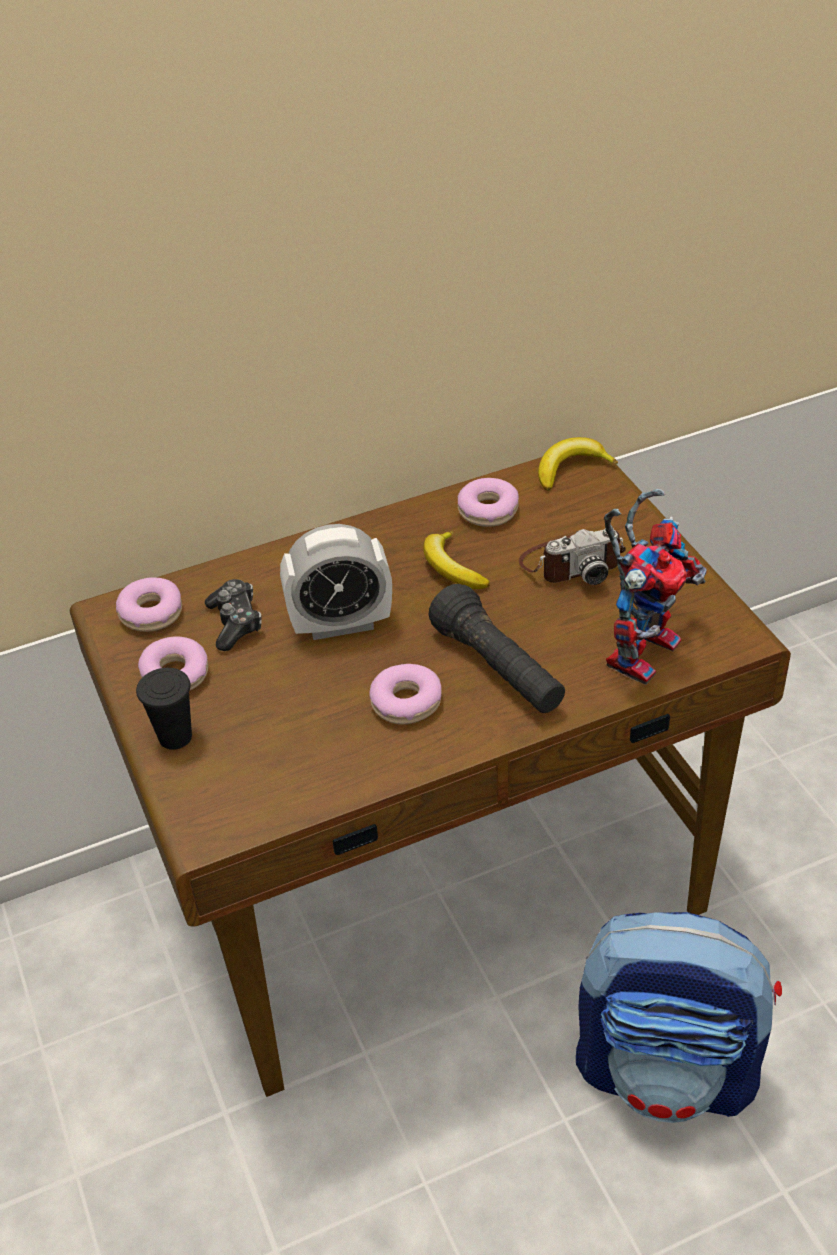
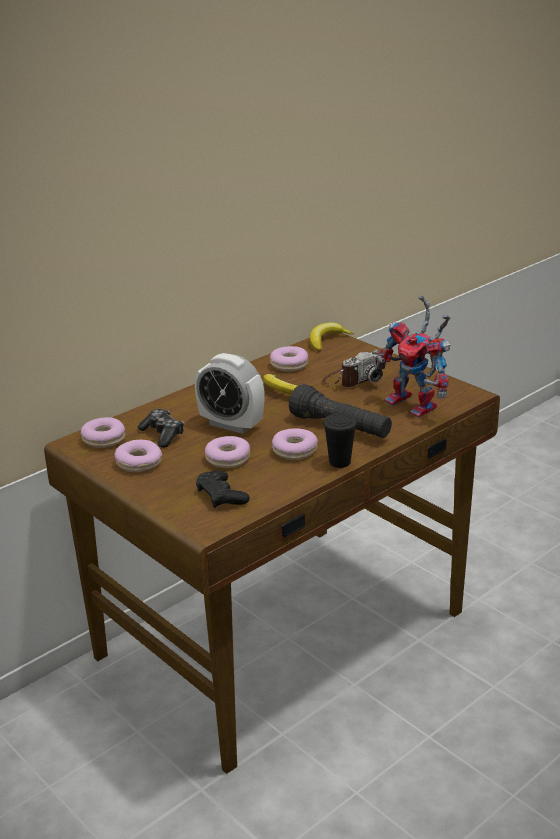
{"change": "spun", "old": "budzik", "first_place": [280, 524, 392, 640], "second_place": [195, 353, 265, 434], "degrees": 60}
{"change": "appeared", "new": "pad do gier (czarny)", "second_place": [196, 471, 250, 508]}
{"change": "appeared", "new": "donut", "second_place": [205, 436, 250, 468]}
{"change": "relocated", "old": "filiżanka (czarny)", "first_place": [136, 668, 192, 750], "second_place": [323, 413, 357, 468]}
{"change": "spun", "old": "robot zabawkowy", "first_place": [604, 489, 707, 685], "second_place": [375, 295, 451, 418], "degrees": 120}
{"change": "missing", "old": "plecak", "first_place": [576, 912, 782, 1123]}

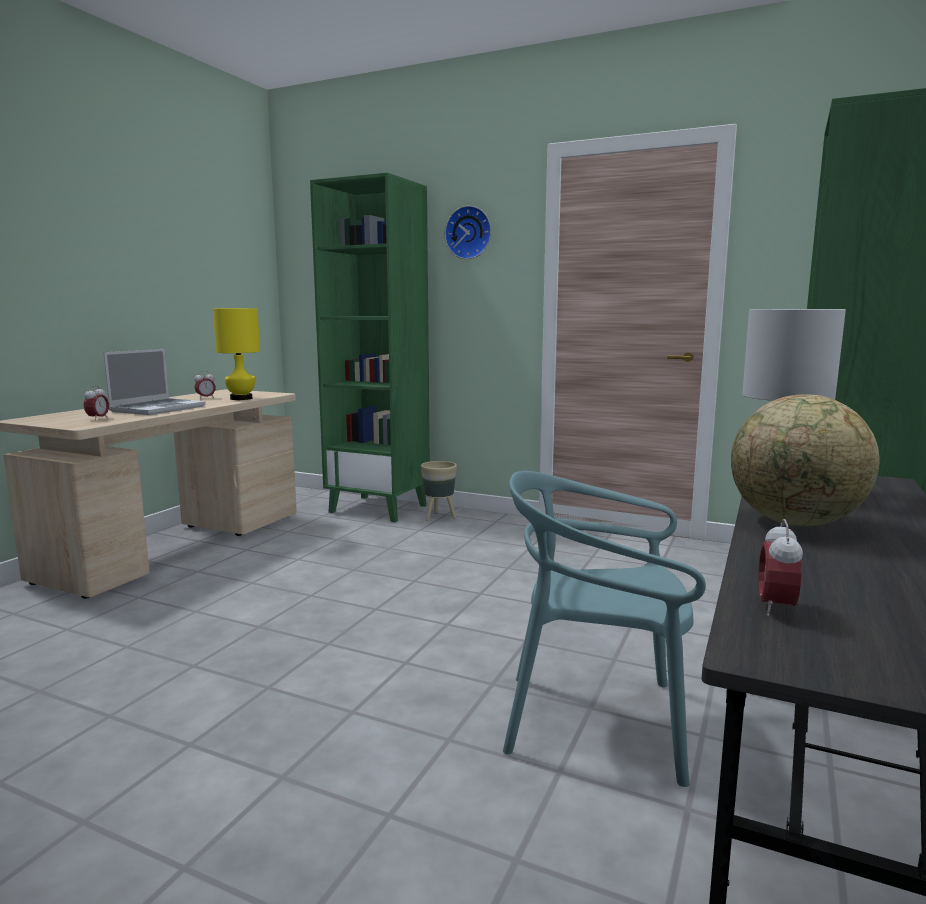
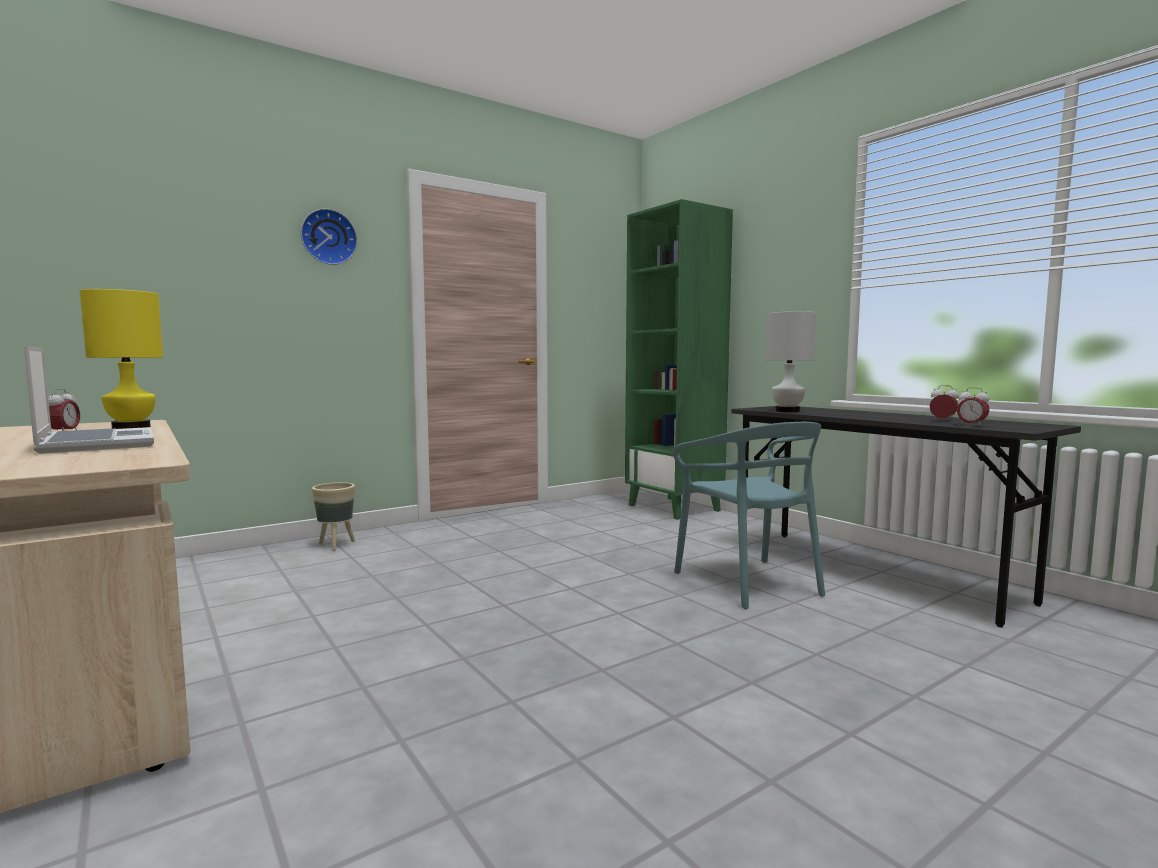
{"change": "spun", "old": "krzesło (turkusowy)", "first_place": [503, 471, 706, 787], "second_place": [673, 422, 825, 609], "degrees": -60}
{"change": "relocated", "old": "budzik", "first_place": [84, 385, 109, 421], "second_place": [930, 385, 959, 421]}
{"change": "missing", "old": "regał (zielony)", "first_place": [310, 172, 430, 522]}
{"change": "missing", "old": "globus", "first_place": [731, 394, 880, 526]}

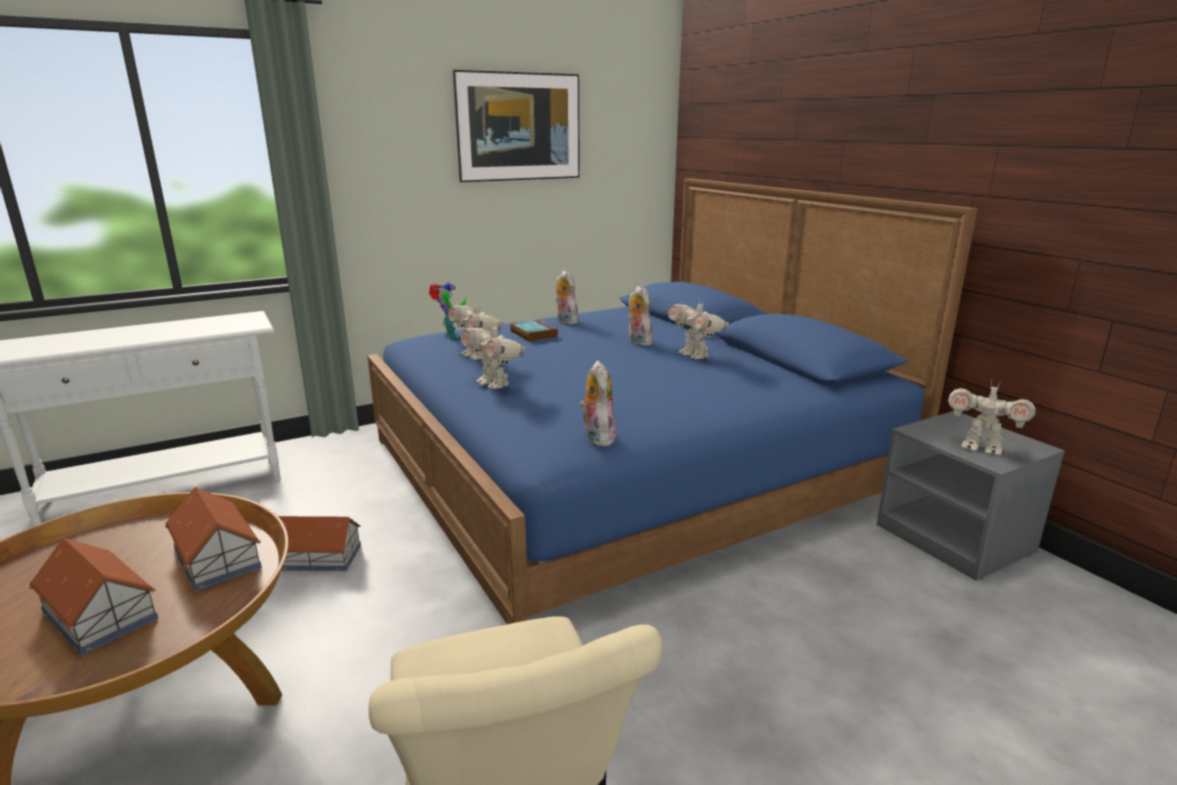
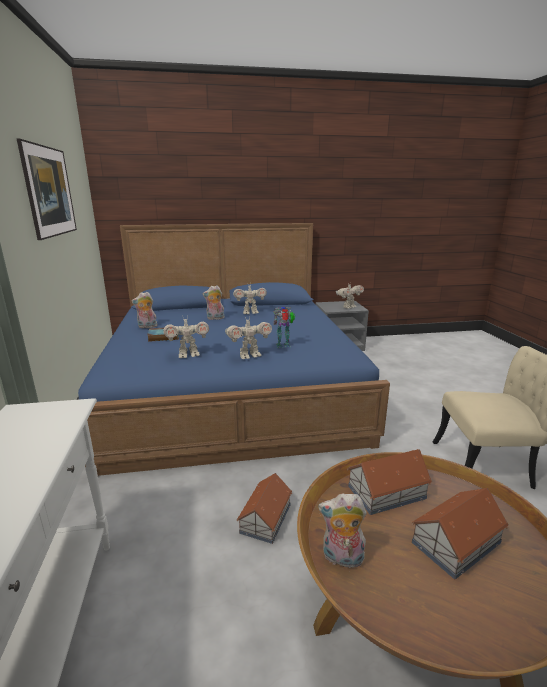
{"change": "relocated", "old": "robot zabawkowy", "first_place": [429, 282, 466, 341], "second_place": [274, 307, 295, 348]}
{"change": "relocated", "old": "pluszak", "first_place": [579, 360, 616, 446], "second_place": [318, 493, 367, 568]}

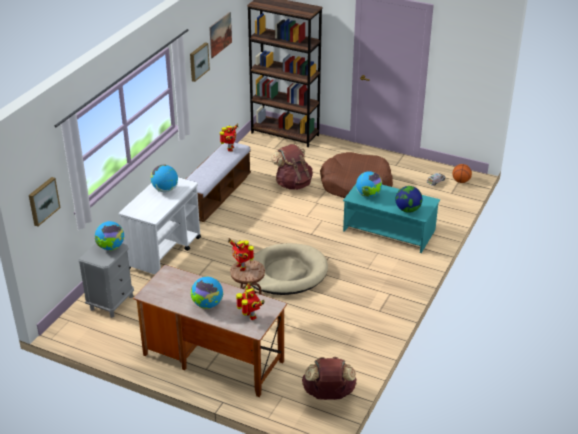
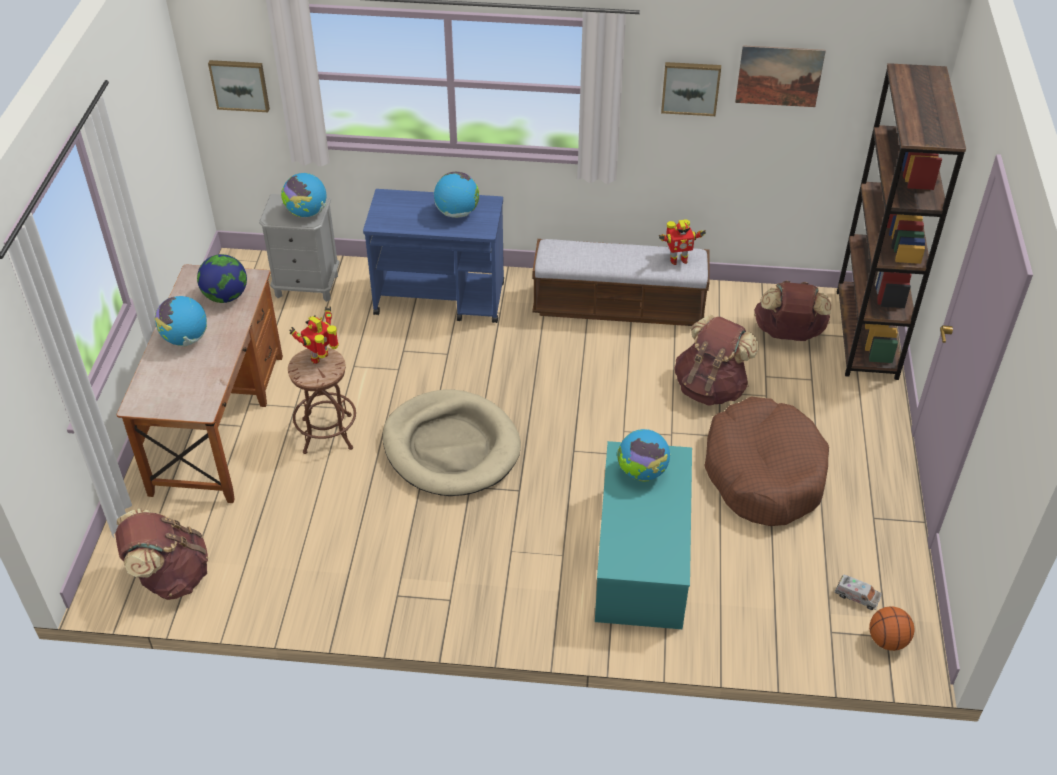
{"change": "relocated", "old": "globus", "first_place": [395, 186, 422, 213], "second_place": [197, 254, 247, 303]}
{"change": "colour", "old": "wózek (biały)", "new": "wózek (niebieski)", "first_place": [119, 177, 201, 274], "second_place": [363, 189, 504, 323]}
{"change": "appeared", "new": "plecak (brązowy)", "second_place": [754, 281, 832, 341]}
{"change": "missing", "old": "robot zabawkowy", "first_place": [236, 281, 265, 320]}

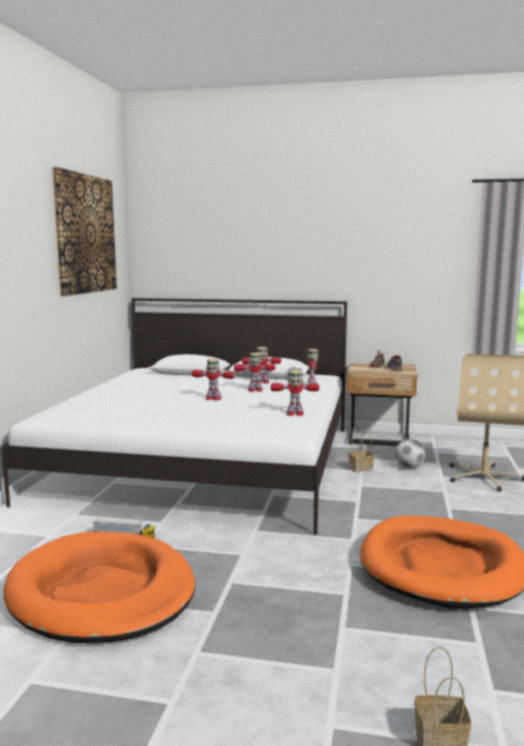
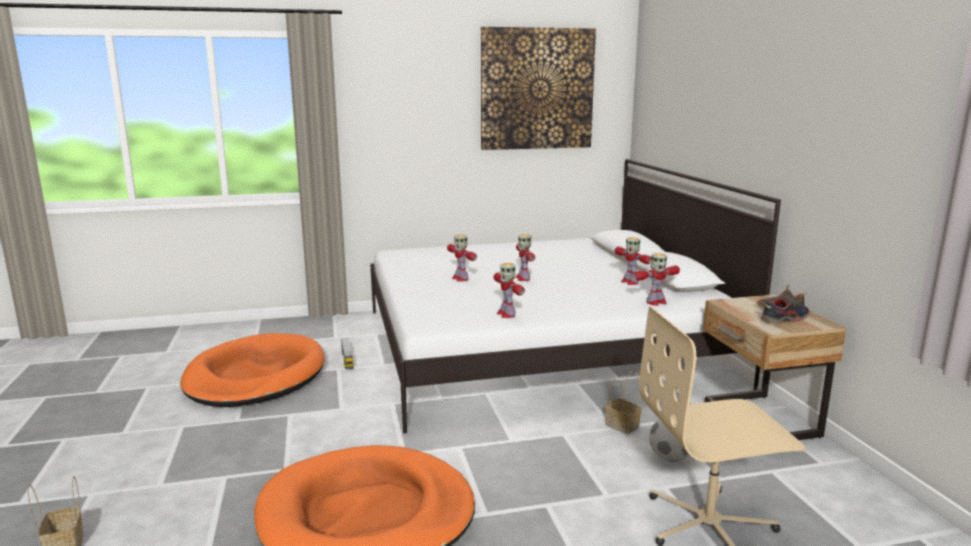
{"change": "relocated", "old": "robot zabawkowy", "first_place": [234, 353, 276, 392], "second_place": [447, 235, 477, 281]}

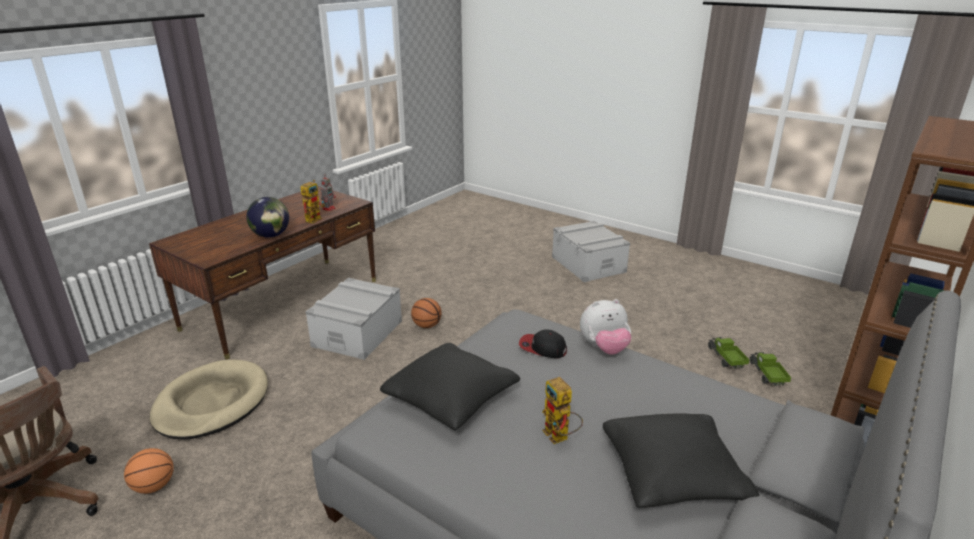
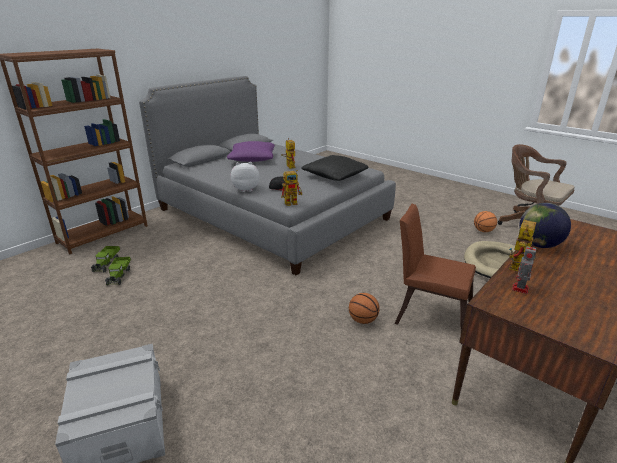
{"change": "colour", "old": "poduszka (czarny)", "new": "poduszka (fioletowy)", "first_place": [603, 414, 759, 508], "second_place": [227, 141, 275, 162]}
{"change": "appeared", "new": "robot zabawkowy", "second_place": [281, 170, 302, 206]}
{"change": "exchanged", "old": "pojemnik do przechowywania (szary)", "new": "krzesło (brązowy)", "first_place": [305, 278, 402, 360], "second_place": [394, 204, 476, 331]}

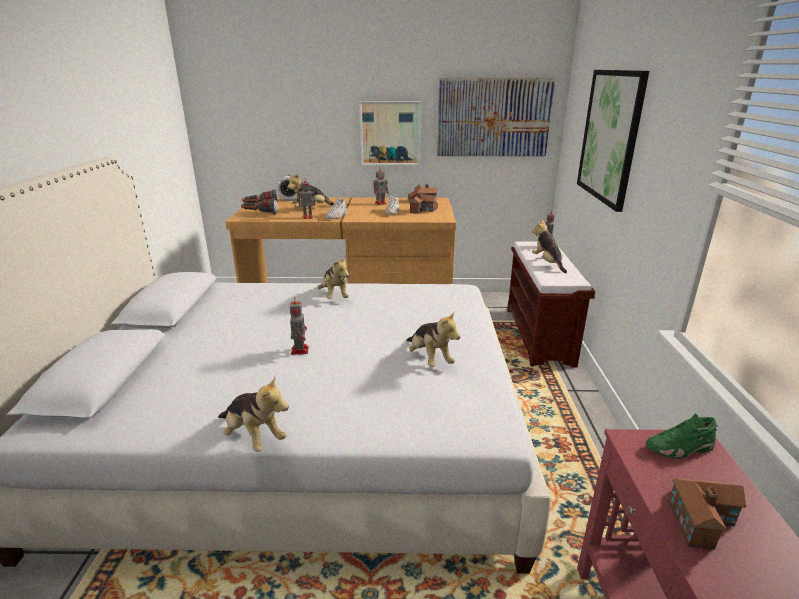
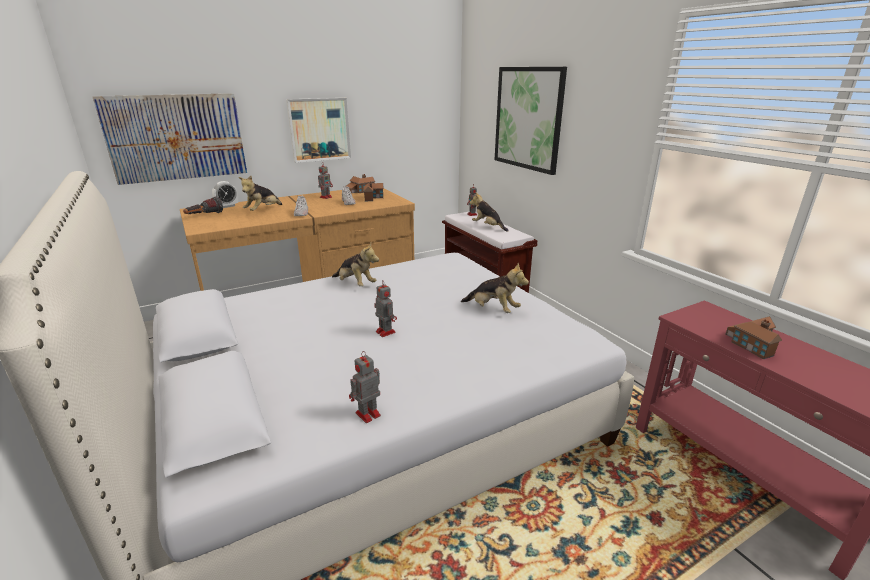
{"change": "relocated", "old": "obraz", "first_place": [437, 78, 555, 156], "second_place": [92, 93, 247, 185]}
{"change": "relocated", "old": "robot zabawkowy", "first_place": [297, 180, 315, 219], "second_place": [349, 351, 381, 423]}
{"change": "missing", "old": "pluszak", "first_place": [218, 377, 289, 452]}
{"change": "missing", "old": "latarka", "first_place": [241, 198, 278, 214]}
{"change": "missing", "old": "but (zielony)", "first_place": [646, 413, 718, 459]}

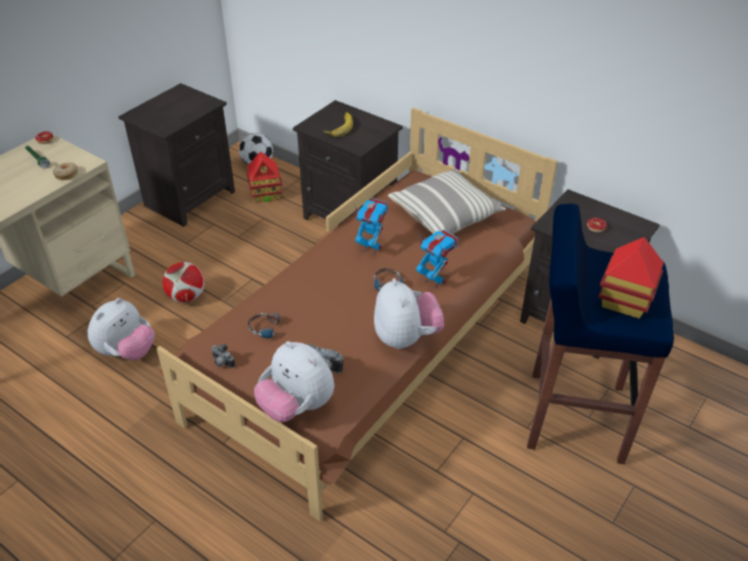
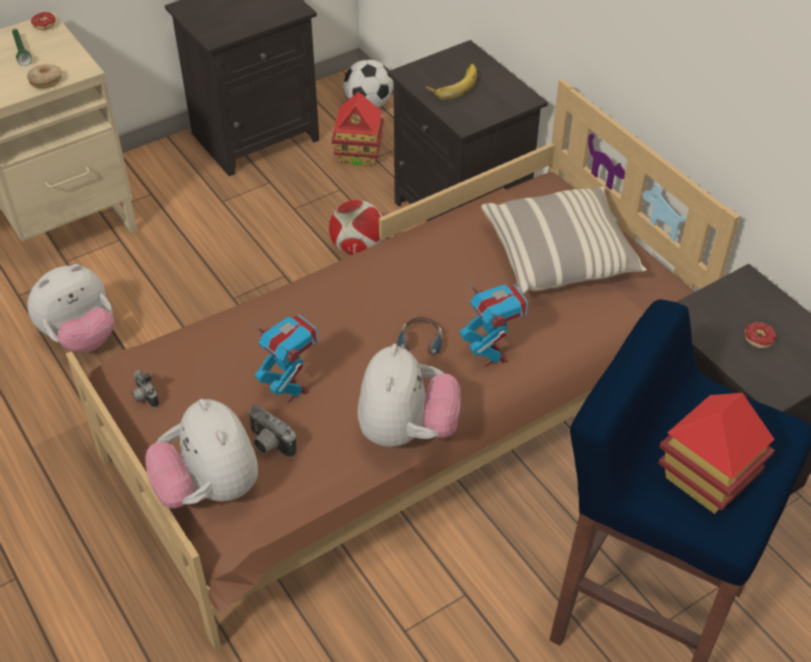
{"change": "relocated", "old": "robot zabawkowy", "first_place": [354, 198, 389, 255], "second_place": [252, 314, 318, 403]}
{"change": "relocated", "old": "piłka futbolowa", "first_place": [163, 262, 205, 303], "second_place": [329, 200, 383, 256]}
{"change": "missing", "old": "słuchawki", "first_place": [248, 313, 282, 339]}

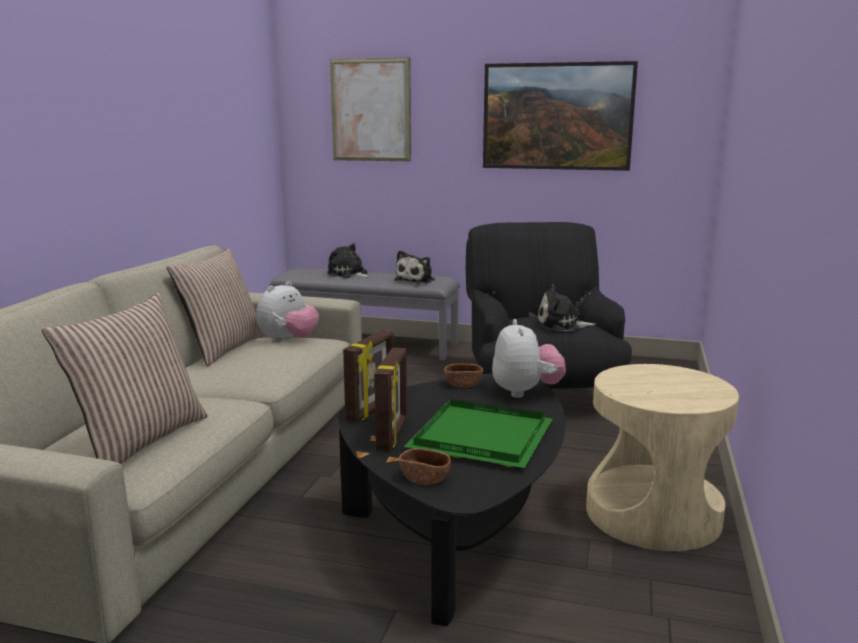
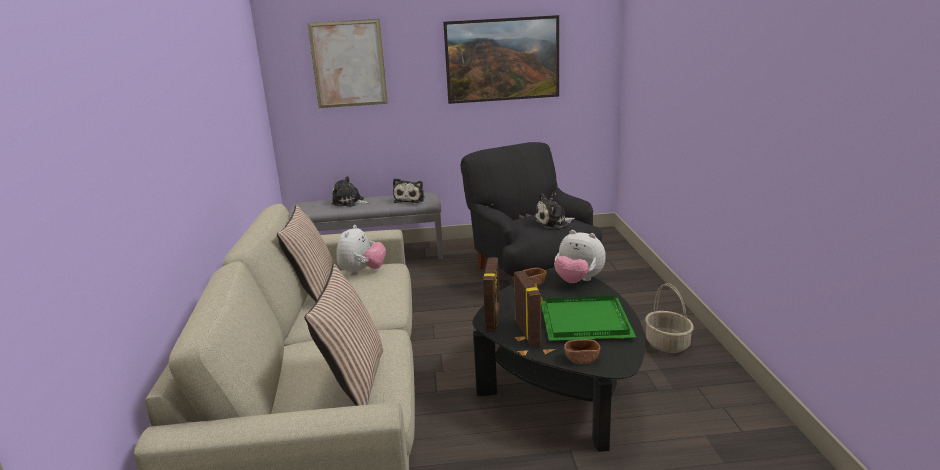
{"change": "spun", "old": "pluszak", "first_place": [492, 319, 566, 398], "second_place": [554, 230, 606, 283], "degrees": 150}
{"change": "exchanged", "old": "stolik (beżowy)", "new": "koszyk", "first_place": [586, 364, 739, 551], "second_place": [645, 283, 694, 353]}

